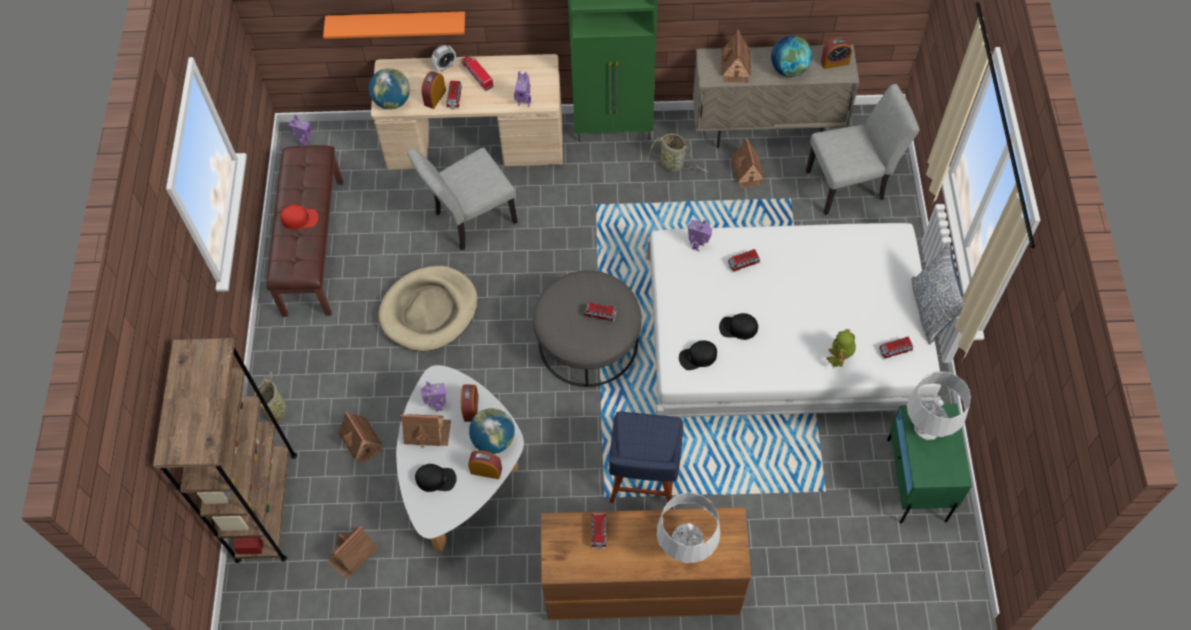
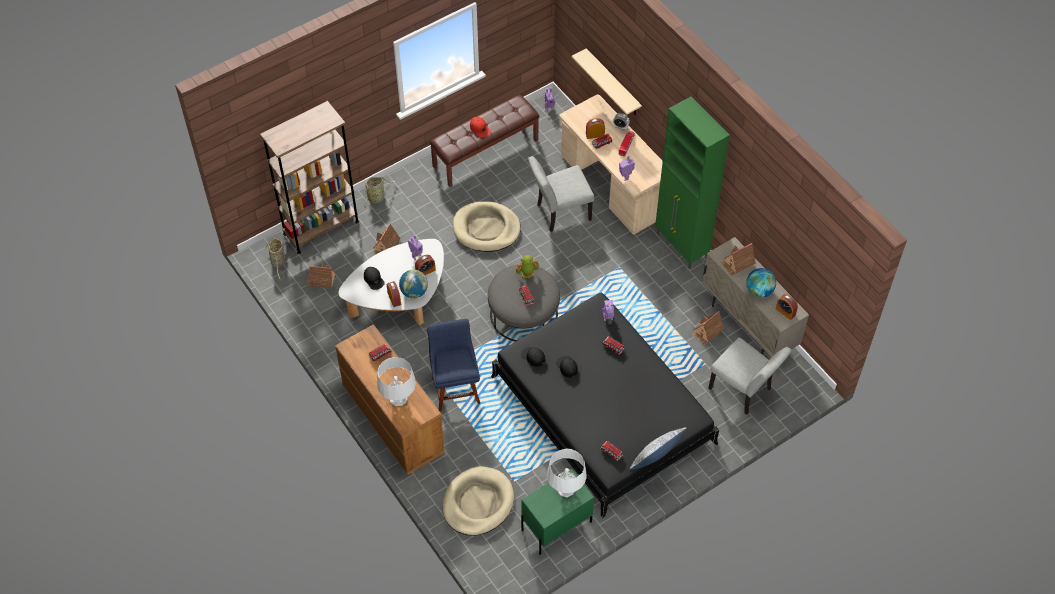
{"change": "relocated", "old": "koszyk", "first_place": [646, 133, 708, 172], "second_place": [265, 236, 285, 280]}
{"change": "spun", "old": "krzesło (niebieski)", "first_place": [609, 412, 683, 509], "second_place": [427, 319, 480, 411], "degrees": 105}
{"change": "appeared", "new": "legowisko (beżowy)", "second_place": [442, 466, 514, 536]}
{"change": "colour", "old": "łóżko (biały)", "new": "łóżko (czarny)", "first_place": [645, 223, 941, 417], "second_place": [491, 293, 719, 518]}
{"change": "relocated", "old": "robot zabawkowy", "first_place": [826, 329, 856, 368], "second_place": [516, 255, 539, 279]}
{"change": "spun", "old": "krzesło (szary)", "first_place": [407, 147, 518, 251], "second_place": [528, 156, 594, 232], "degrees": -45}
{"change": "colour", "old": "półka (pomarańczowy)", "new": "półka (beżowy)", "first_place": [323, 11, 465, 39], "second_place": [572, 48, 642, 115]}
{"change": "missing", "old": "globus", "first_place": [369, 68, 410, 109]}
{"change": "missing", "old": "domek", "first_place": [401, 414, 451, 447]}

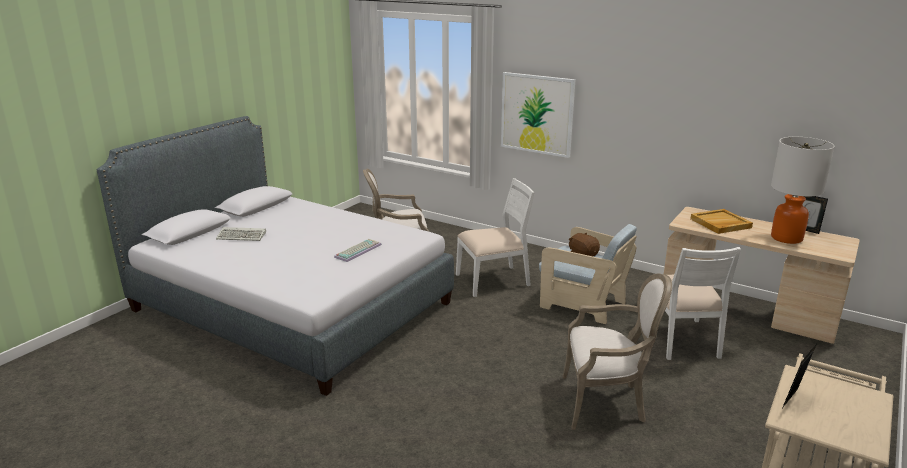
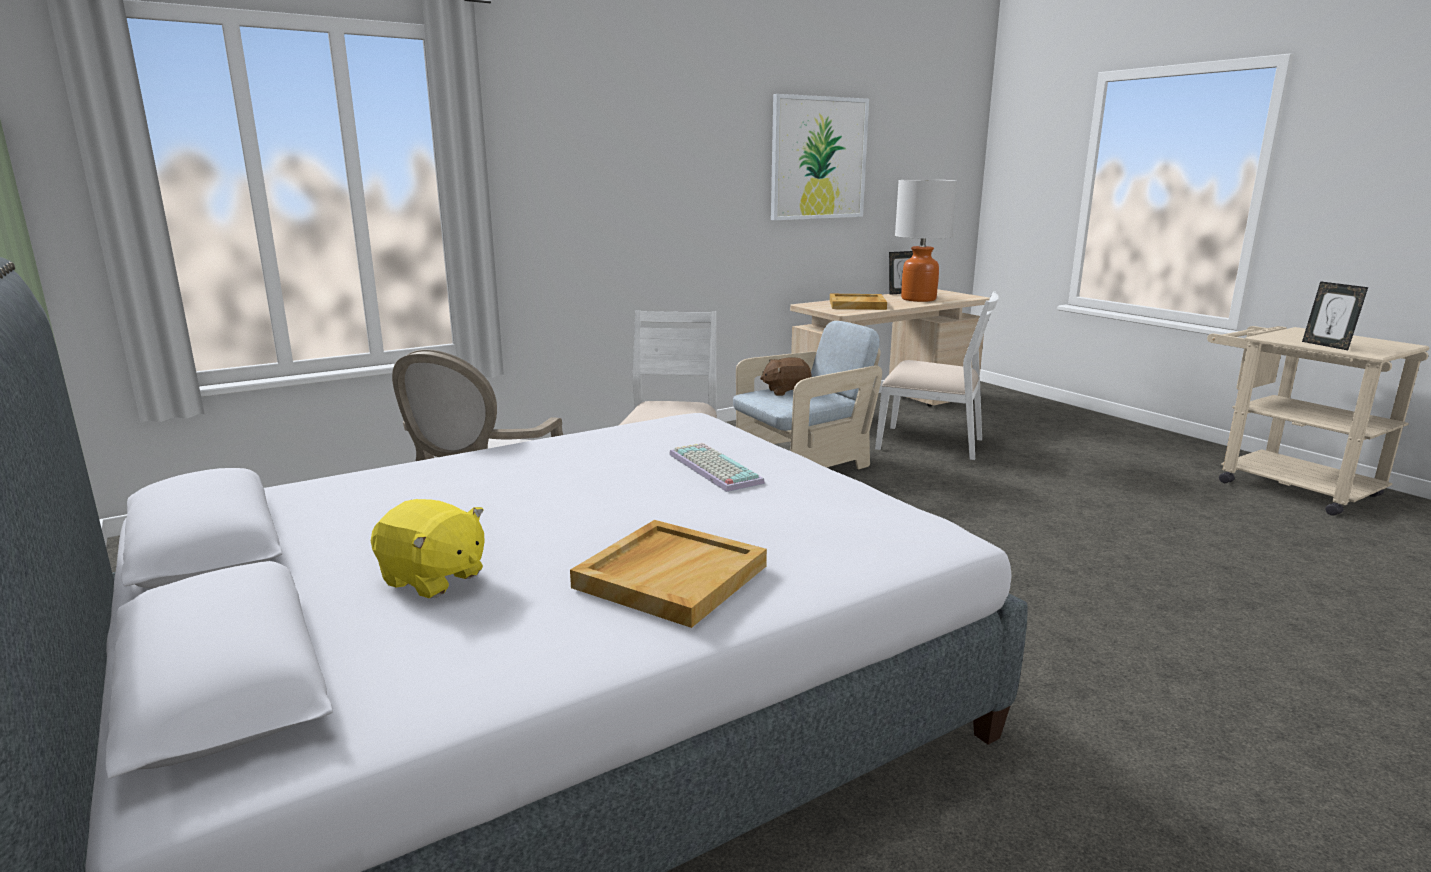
{"change": "exchanged", "old": "klawiatura", "new": "pluszak (żółty)", "first_place": [216, 227, 266, 241], "second_place": [371, 499, 485, 598]}
{"change": "appeared", "new": "taca (beżowy)", "second_place": [570, 520, 767, 628]}
{"change": "relocated", "old": "obraz", "first_place": [501, 72, 576, 158], "second_place": [771, 94, 869, 220]}
{"change": "missing", "old": "fotel", "first_place": [563, 273, 672, 430]}

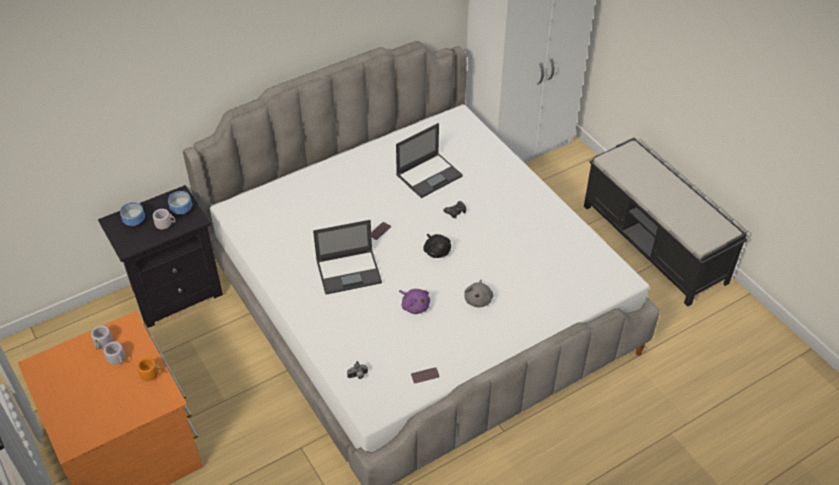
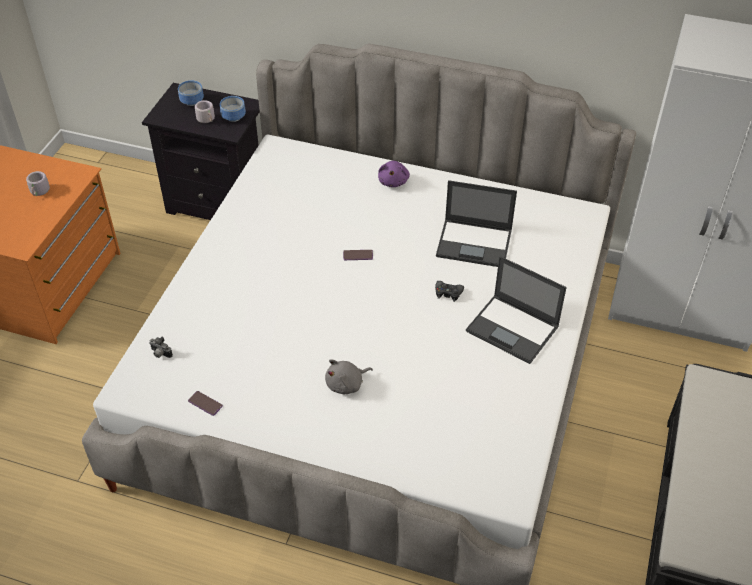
{"change": "relocated", "old": "pluszak (fioletowy)", "first_place": [399, 289, 430, 314], "second_place": [378, 161, 410, 187]}
{"change": "relocated", "old": "laptop", "first_place": [313, 220, 382, 295], "second_place": [466, 256, 567, 364]}
{"change": "missing", "old": "kubek (szary)", "first_place": [91, 325, 116, 350]}
{"change": "missing", "old": "kubek (pomarańczowy)", "first_place": [137, 357, 163, 381]}
{"change": "missing", "old": "pluszak (czarny)", "first_place": [423, 234, 451, 258]}

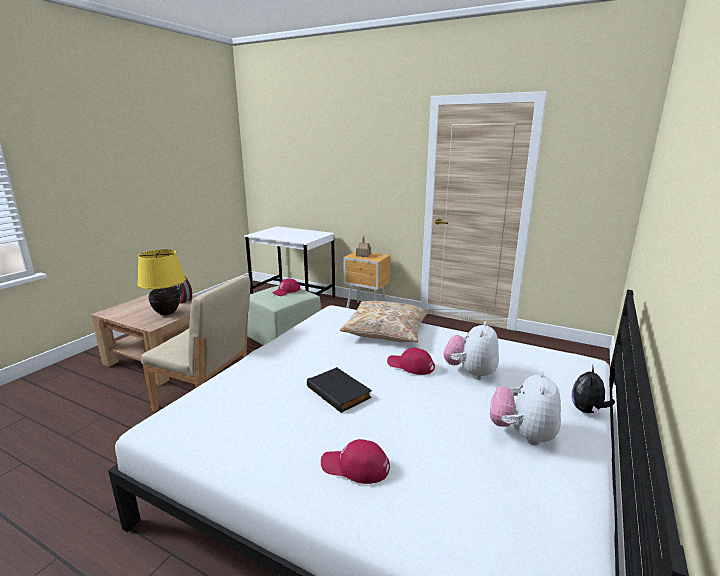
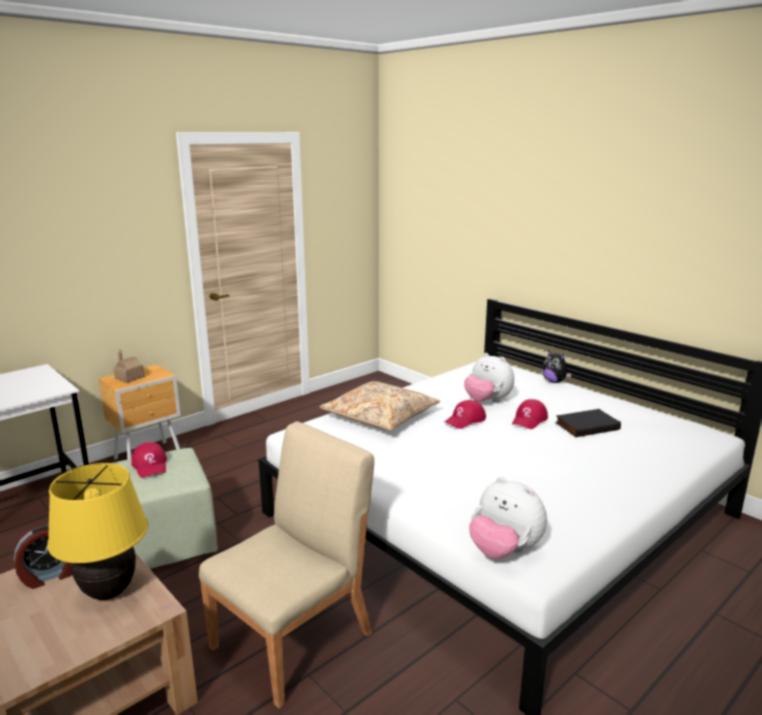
{"change": "relocated", "old": "pluszak", "first_place": [490, 371, 561, 445], "second_place": [469, 477, 547, 559]}
{"change": "relocated", "old": "czapka z daszkiem (czerwony)", "first_place": [321, 439, 390, 484], "second_place": [512, 399, 548, 429]}
{"change": "relocated", "old": "książka (czarny)", "first_place": [307, 367, 372, 413], "second_place": [555, 409, 621, 437]}

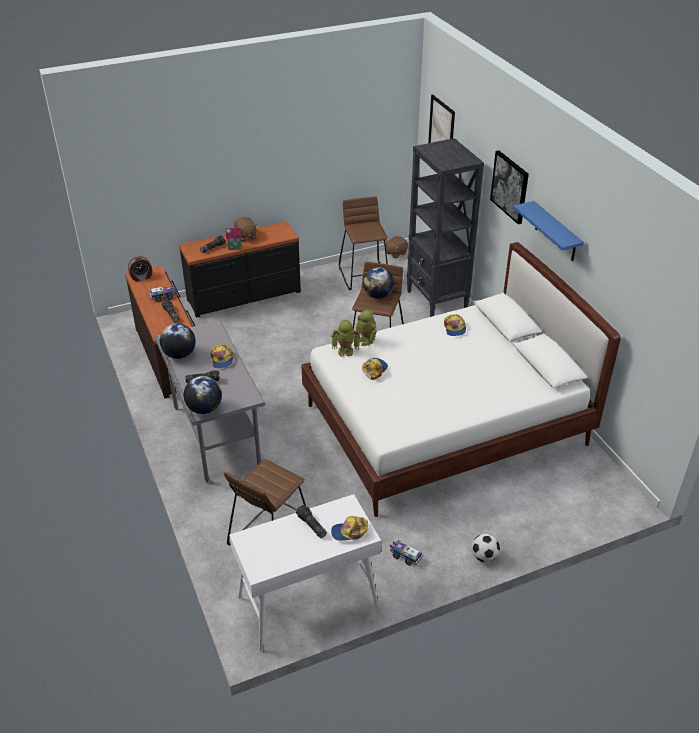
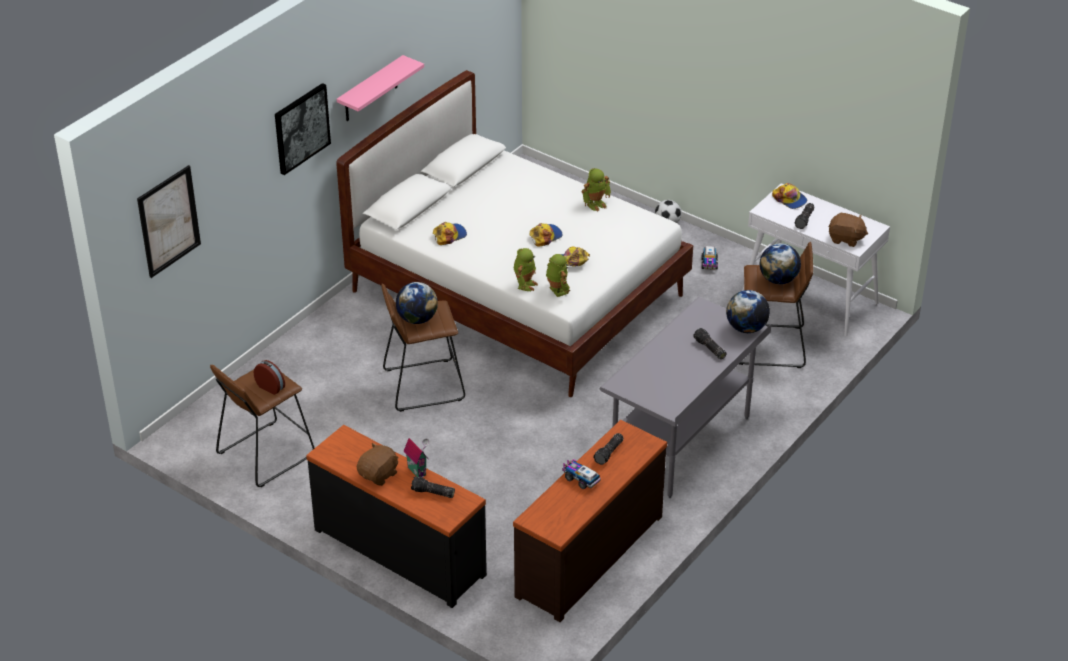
{"change": "relocated", "old": "budzik", "first_place": [128, 256, 152, 282], "second_place": [254, 360, 285, 395]}
{"change": "colour", "old": "półka (niebieski)", "new": "półka (różowy)", "first_place": [513, 201, 584, 261], "second_place": [337, 55, 424, 121]}
{"change": "relocated", "old": "czapka z daszkiem", "first_place": [211, 344, 233, 368], "second_place": [529, 223, 563, 247]}
{"change": "appeared", "new": "robot zabawkowy", "second_place": [582, 168, 611, 212]}
{"change": "relocated", "old": "globus", "first_place": [160, 324, 196, 359], "second_place": [760, 243, 801, 284]}
{"change": "relocated", "old": "pluszak (brązowy)", "first_place": [385, 236, 408, 258], "second_place": [829, 213, 868, 247]}
{"change": "missing", "old": "regał (czarny)", "first_place": [407, 138, 484, 317]}

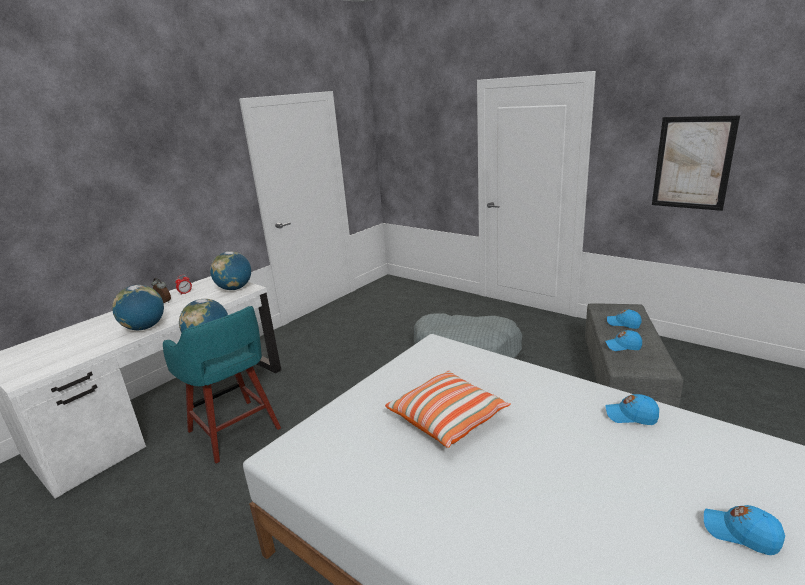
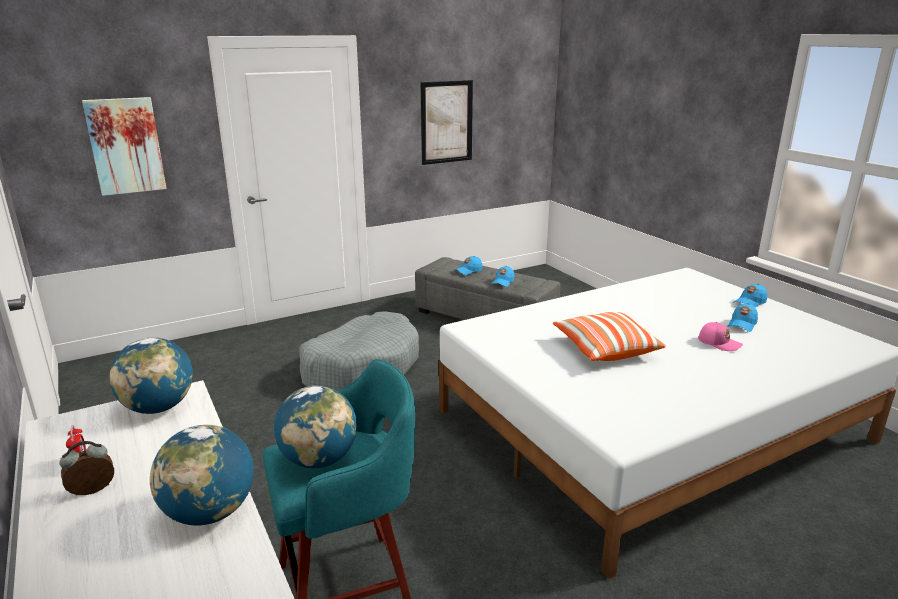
{"change": "appeared", "new": "obraz", "second_place": [82, 97, 166, 196]}
{"change": "appeared", "new": "czapka z daszkiem (różowy)", "second_place": [698, 322, 743, 351]}
{"change": "relocated", "old": "czapka z daszkiem (niebieski)", "first_place": [605, 394, 659, 425], "second_place": [728, 303, 758, 332]}

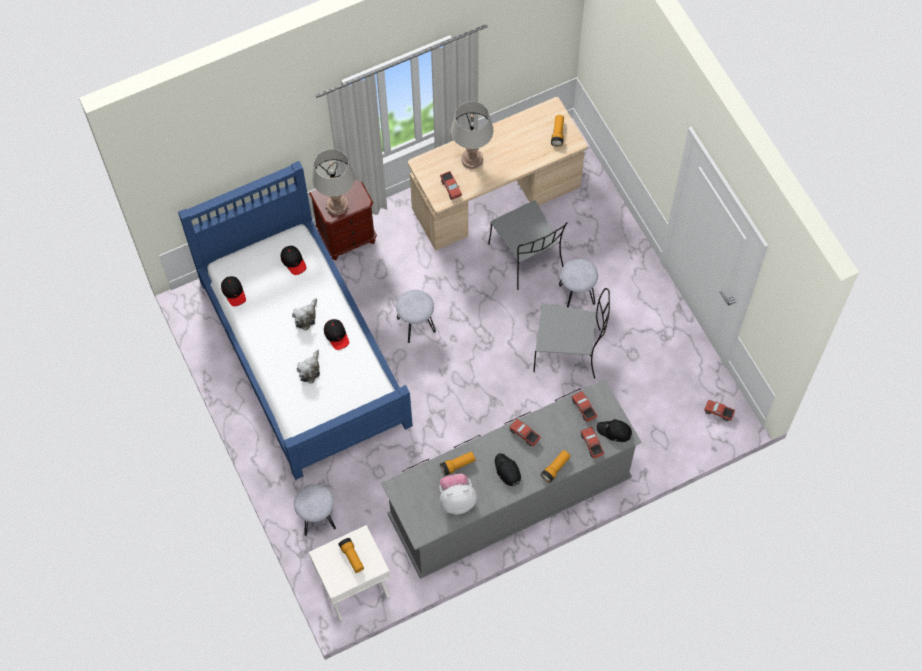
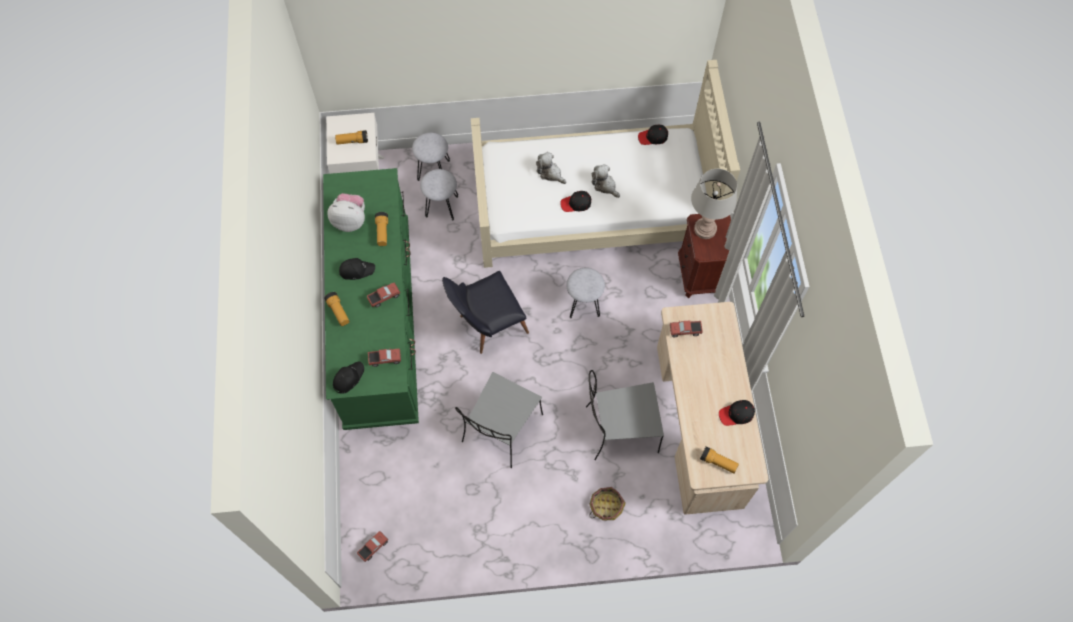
{"change": "colour", "old": "komoda (szary)", "new": "komoda (zielony)", "first_place": [381, 379, 642, 579], "second_place": [323, 168, 419, 430]}
{"change": "spun", "old": "pluszak", "first_place": [439, 474, 477, 514], "second_place": [327, 193, 365, 232], "degrees": -90}
{"change": "relocated", "old": "stołek (szary)", "first_place": [559, 259, 598, 307], "second_place": [420, 169, 458, 220]}
{"change": "appeared", "new": "krzesło (czarny)", "second_place": [442, 271, 529, 354]}
{"change": "colour", "old": "łóżko (niebieski)", "new": "łóżko (beżowy)", "first_place": [178, 161, 413, 480], "second_place": [471, 60, 740, 268]}
{"change": "appeared", "new": "koszyk", "second_place": [589, 487, 626, 521]}
{"change": "relocated", "old": "czapka z daszkiem (czarny)", "first_place": [281, 246, 307, 275], "second_place": [719, 400, 755, 426]}
{"change": "missing", "old": "lampa stołowa (szary)", "first_place": [451, 101, 493, 169]}
{"change": "missing", "old": "ciężarówka zabawkowa", "first_place": [581, 427, 604, 459]}

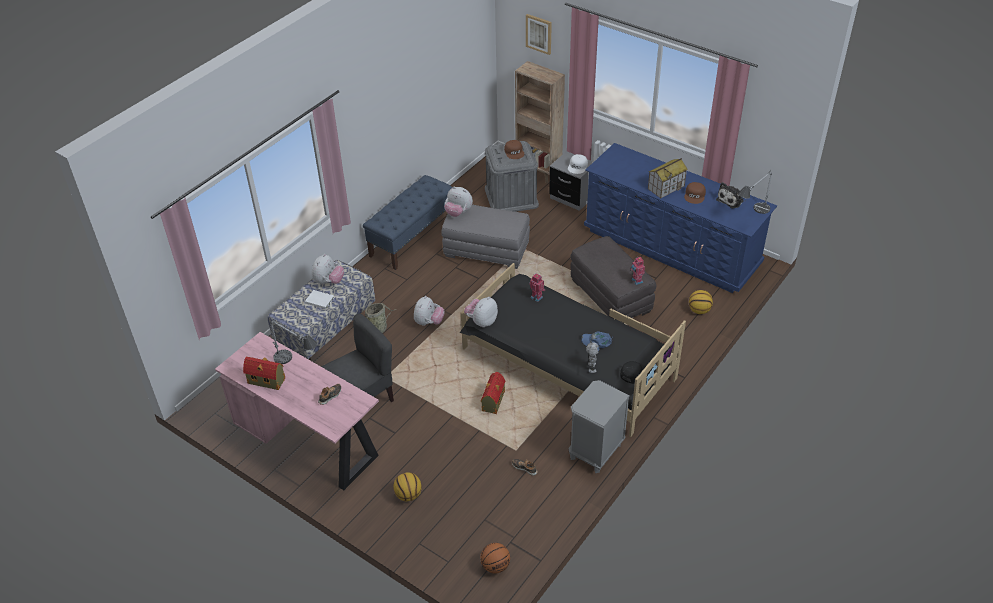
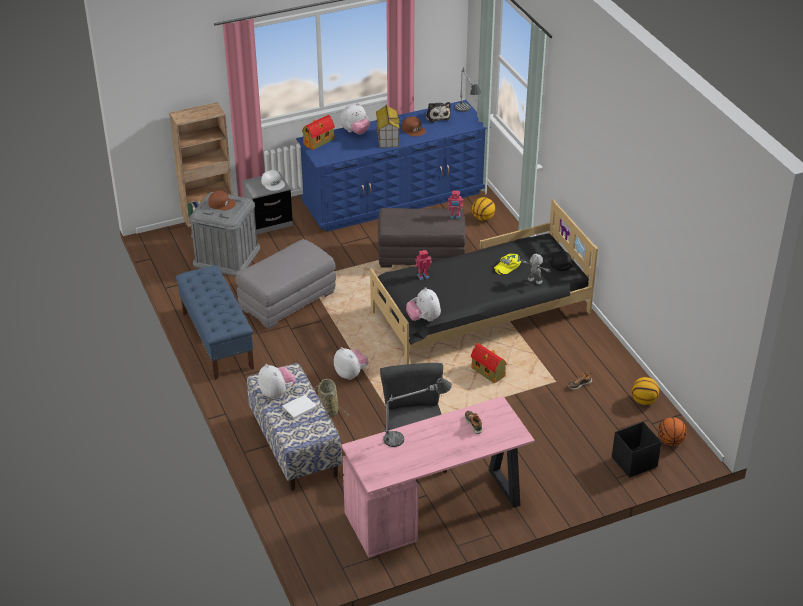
{"change": "relocated", "old": "domek", "first_place": [243, 357, 285, 390], "second_place": [302, 115, 335, 150]}
{"change": "relocated", "old": "pluszak", "first_place": [444, 187, 473, 217], "second_place": [340, 103, 370, 135]}
{"change": "colour", "old": "czapka z daszkiem (niebieski)", "new": "czapka z daszkiem (żółty)", "first_place": [581, 331, 612, 348], "second_place": [494, 254, 521, 274]}
{"change": "appeared", "new": "pojemnik do przechowywania (czarny)", "second_place": [612, 422, 662, 478]}
{"change": "relocated", "old": "piłka do koszykówki", "first_place": [394, 472, 422, 501], "second_place": [632, 377, 659, 405]}
{"change": "missing", "old": "obraz", "first_place": [526, 14, 552, 55]}
{"change": "missing", "old": "szafka nocna (szary)", "first_place": [569, 380, 630, 473]}

